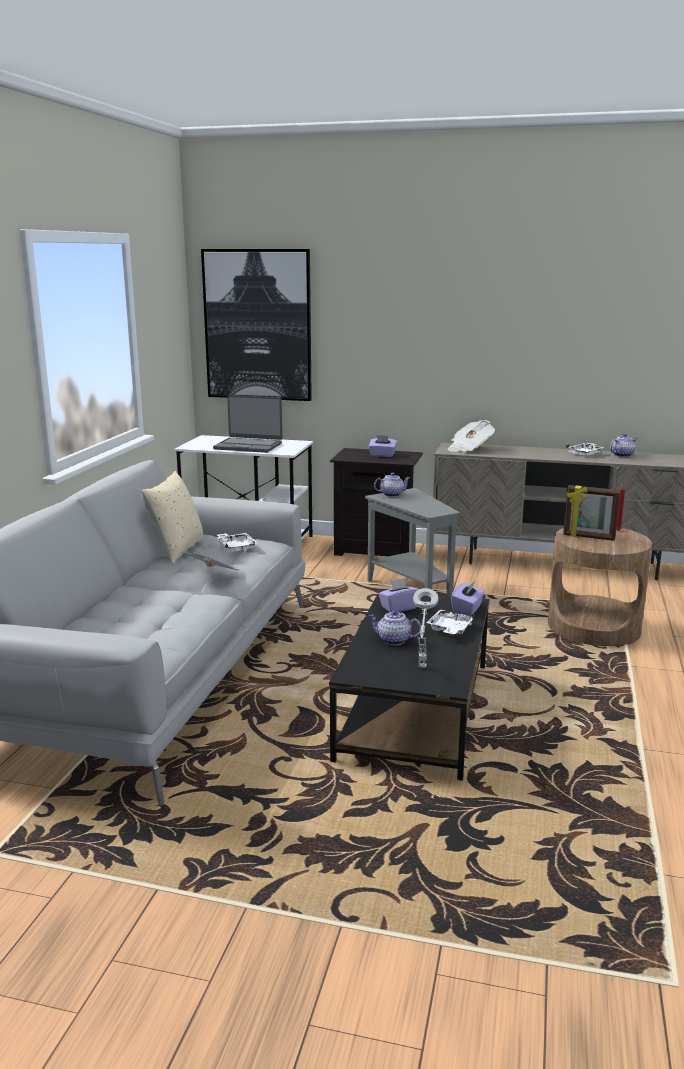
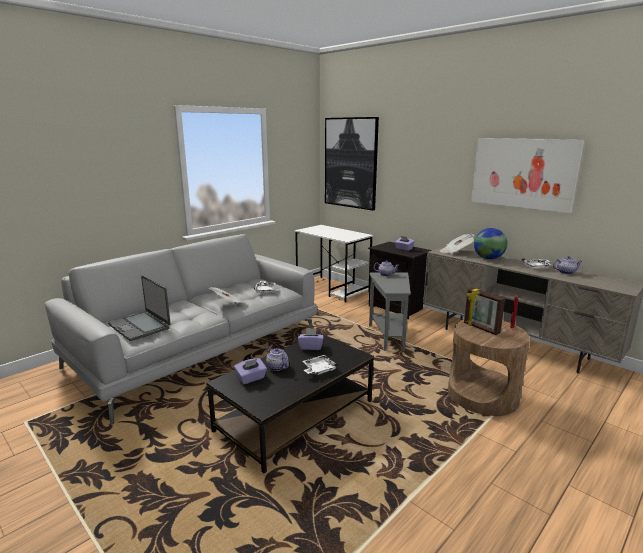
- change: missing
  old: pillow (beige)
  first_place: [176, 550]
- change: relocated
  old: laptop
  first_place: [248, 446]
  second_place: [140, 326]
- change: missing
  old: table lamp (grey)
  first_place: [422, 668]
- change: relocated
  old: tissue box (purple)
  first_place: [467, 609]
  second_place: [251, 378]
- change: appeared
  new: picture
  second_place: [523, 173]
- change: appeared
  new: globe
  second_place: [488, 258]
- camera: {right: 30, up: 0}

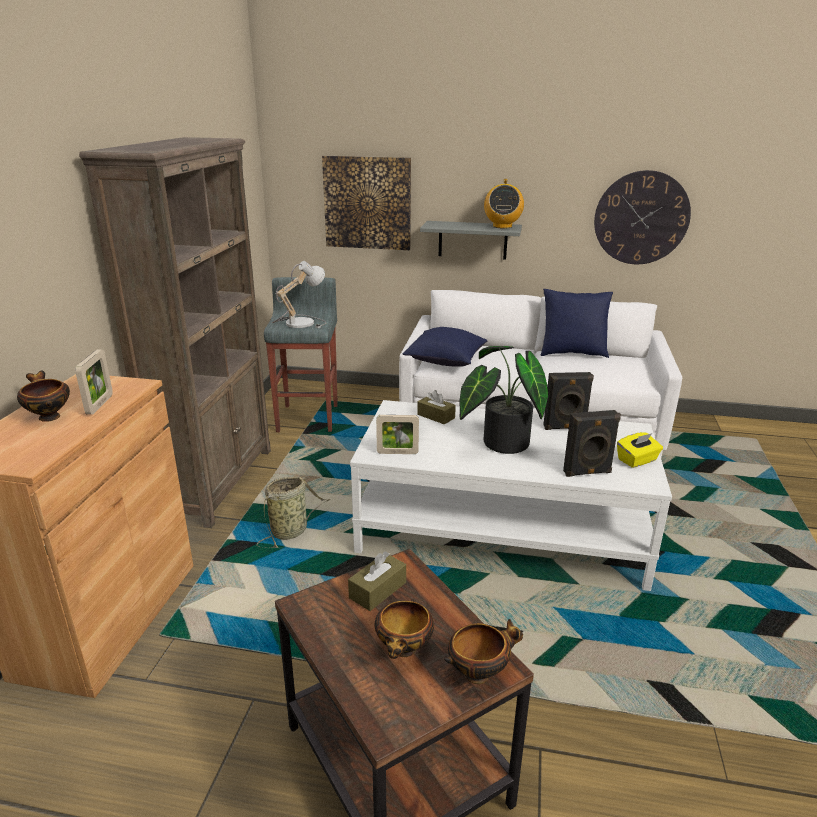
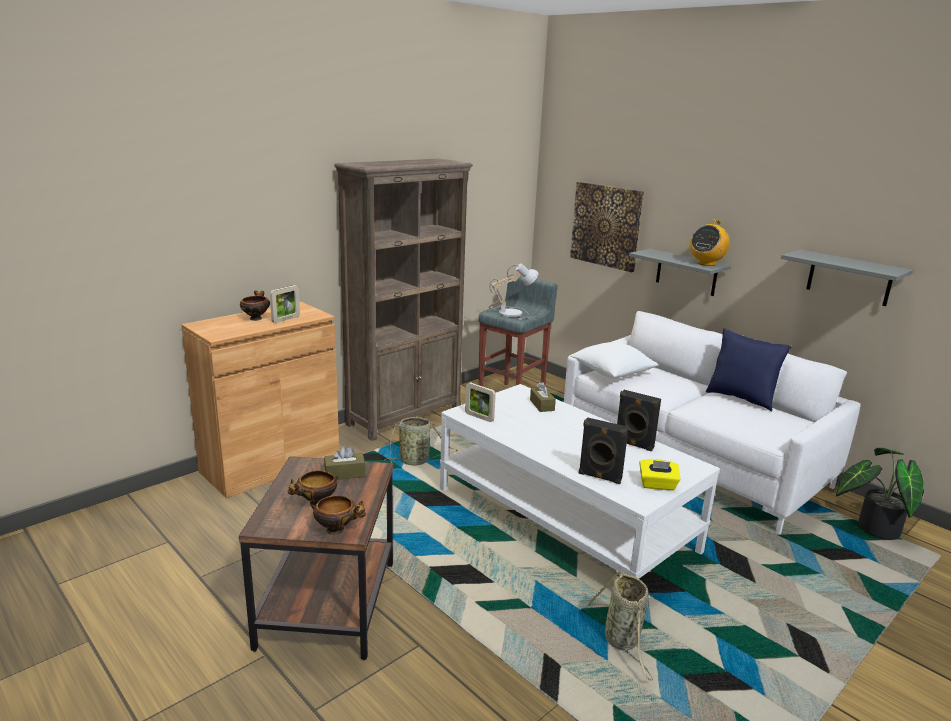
- change: colour
  old: pillow (blue)
  new: pillow (white)
  first_place: [445, 361]
  second_place: [612, 372]
- change: relocated
  old: potted plant
  first_place: [500, 443]
  second_place: [873, 527]
- change: exchanged
  old: wall clock
  new: shelf (grey)
  first_place: [641, 218]
  second_place: [849, 278]
- change: appeared
  new: basket
  second_place: [622, 641]
- camera: {right: 35, up: -5}

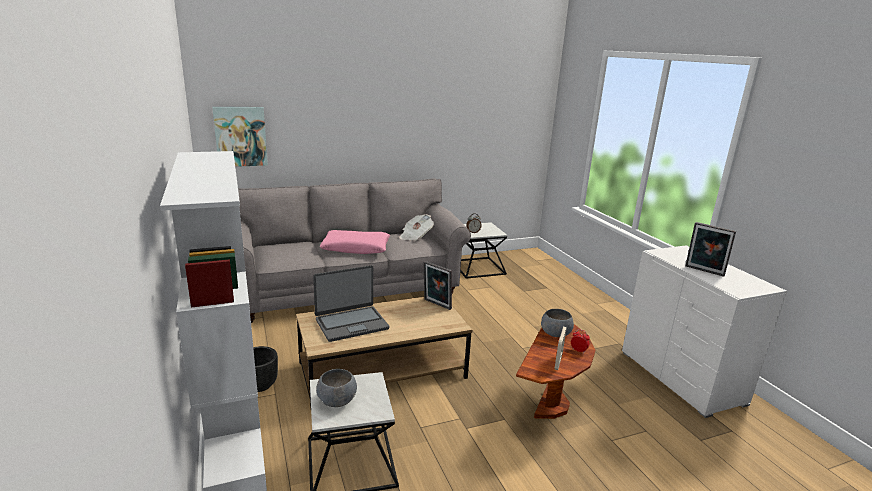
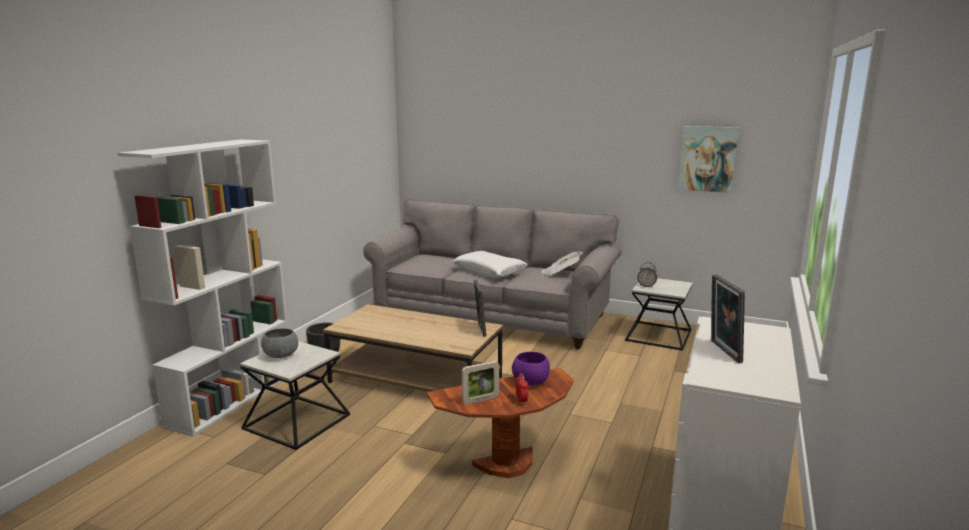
- change: relocated
  old: picture
  first_place: [240, 136]
  second_place: [708, 159]
- change: missing
  old: laptop
  first_place: [351, 324]
- change: colour
  old: pillow (pink)
  new: pillow (white)
  first_place: [356, 248]
  second_place: [489, 271]
- change: colour
  old: bowl (grey)
  new: bowl (purple)
  first_place: [555, 333]
  second_place: [530, 381]
- camera: {right: 45, up: -5}

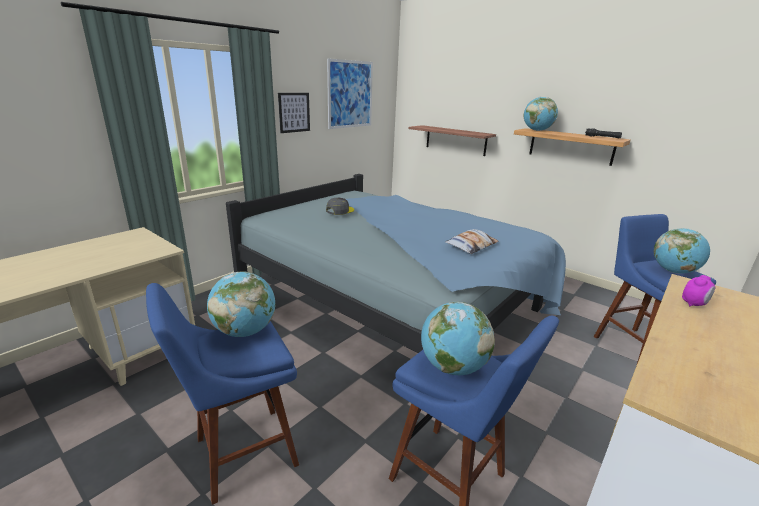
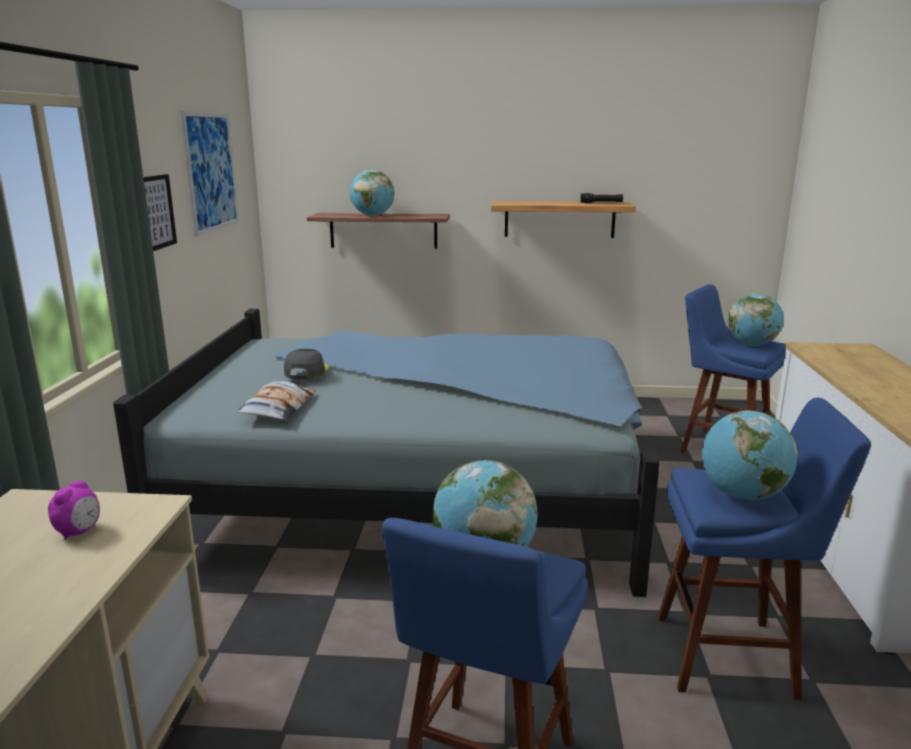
- change: relocated
  old: pillow
  first_place: [471, 245]
  second_place: [278, 408]
- change: relocated
  old: globe
  first_place: [537, 130]
  second_place: [373, 215]
- change: relocated
  old: alarm clock
  first_place: [693, 304]
  second_place: [79, 532]
- camera: {right: -35, up: -5}

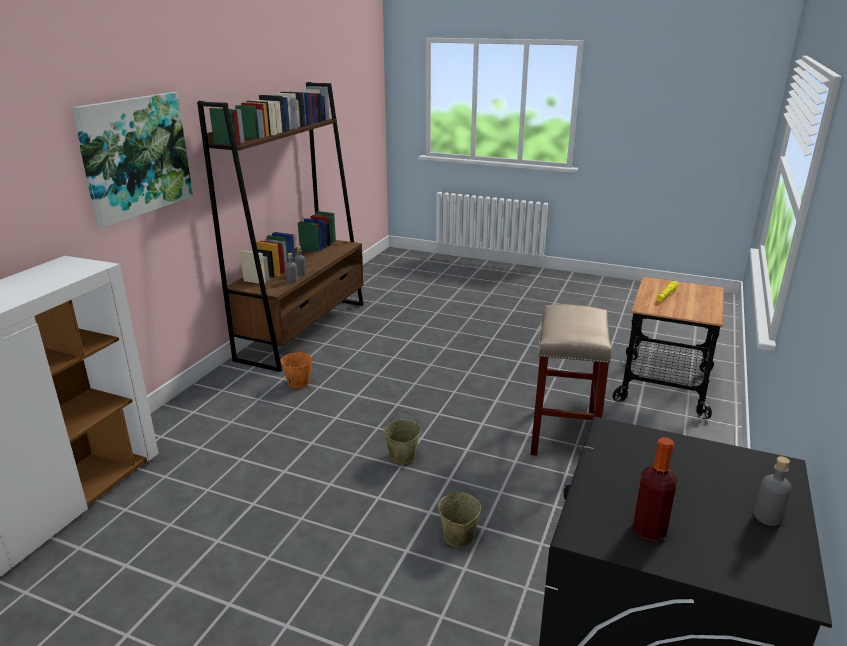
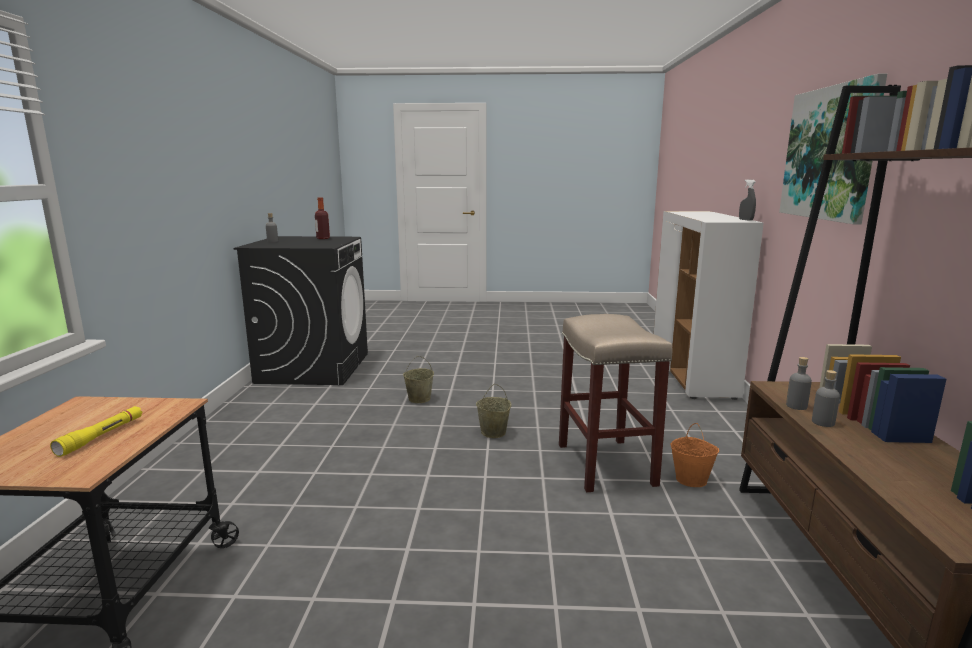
- change: relocated
  old: stool (beige)
  first_place: [563, 434]
  second_place: [606, 465]
- change: appeared
  new: spray bottle (grey)
  second_place: [745, 220]
- camera: {right: 160, up: -10}

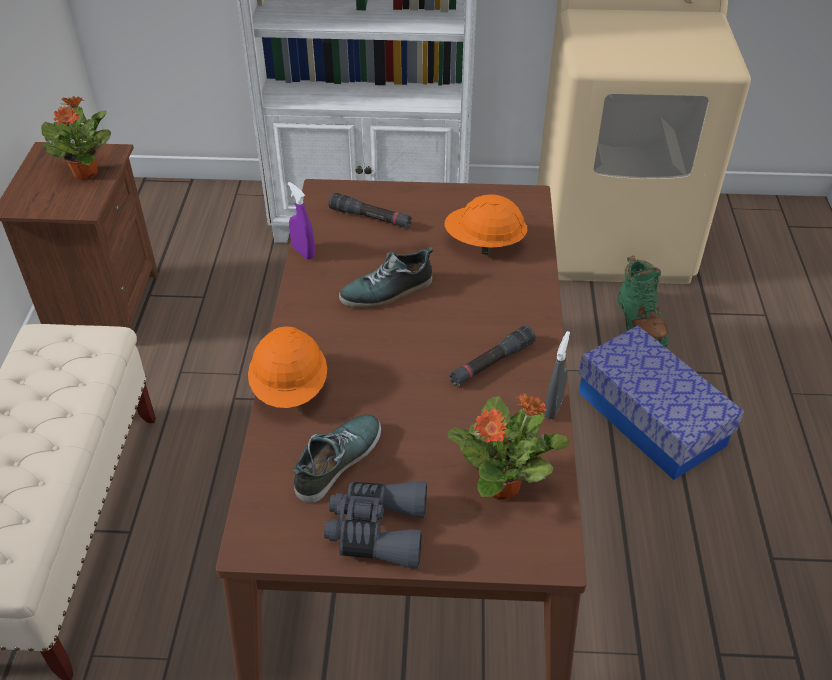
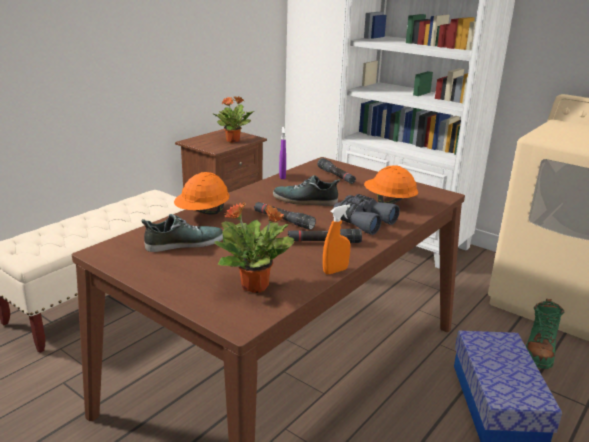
- change: relocated
  old: binoculars (grey)
  first_place: [377, 530]
  second_place: [362, 221]
- change: colour
  old: spray bottle (grey)
  new: spray bottle (orange)
  first_place: [553, 407]
  second_place: [335, 271]
- change: appeared
  new: flashlight (black)
  second_place: [283, 220]
- camera: {right: 35, up: -20}

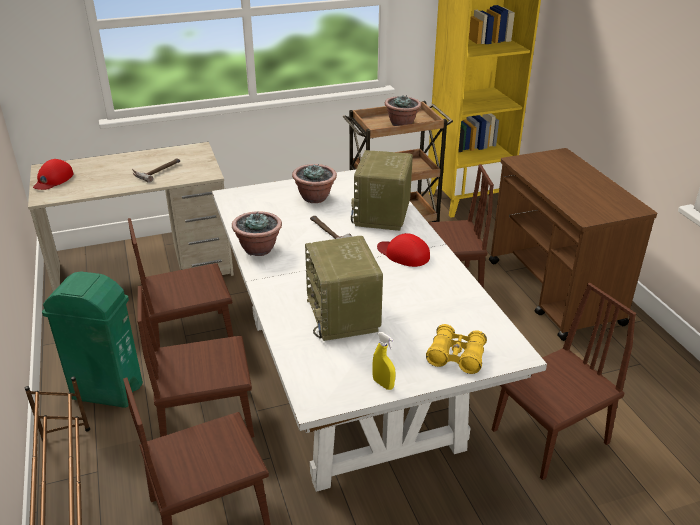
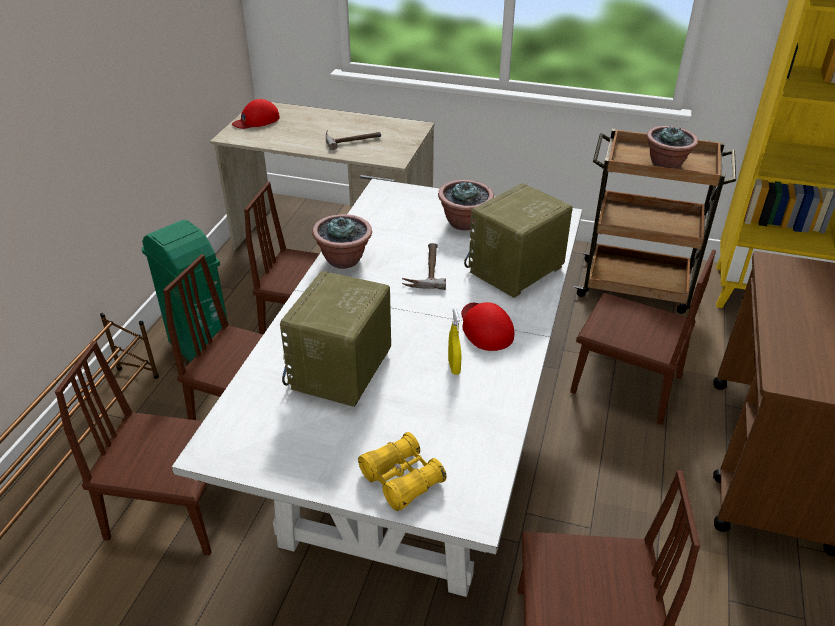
- change: relocated
  old: spray bottle (yellow)
  first_place: [383, 384]
  second_place: [454, 367]
- camera: {right: 35, up: 5}

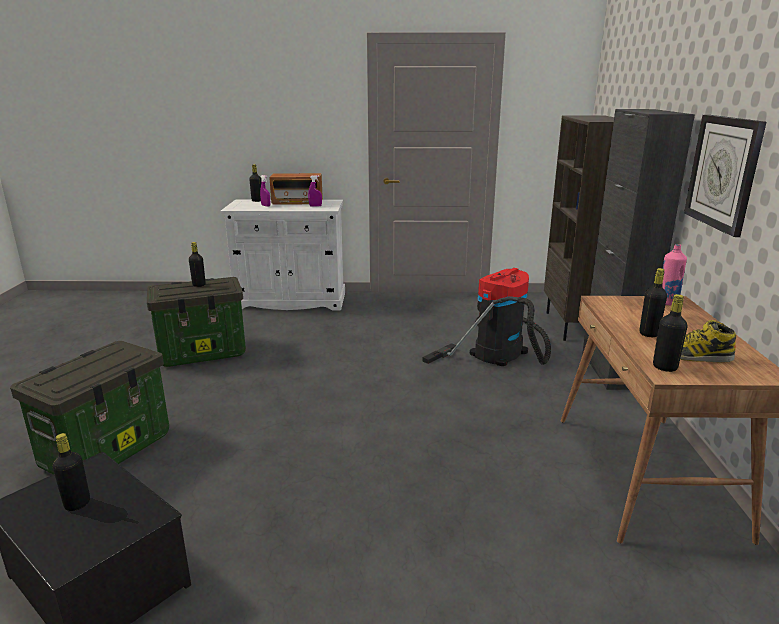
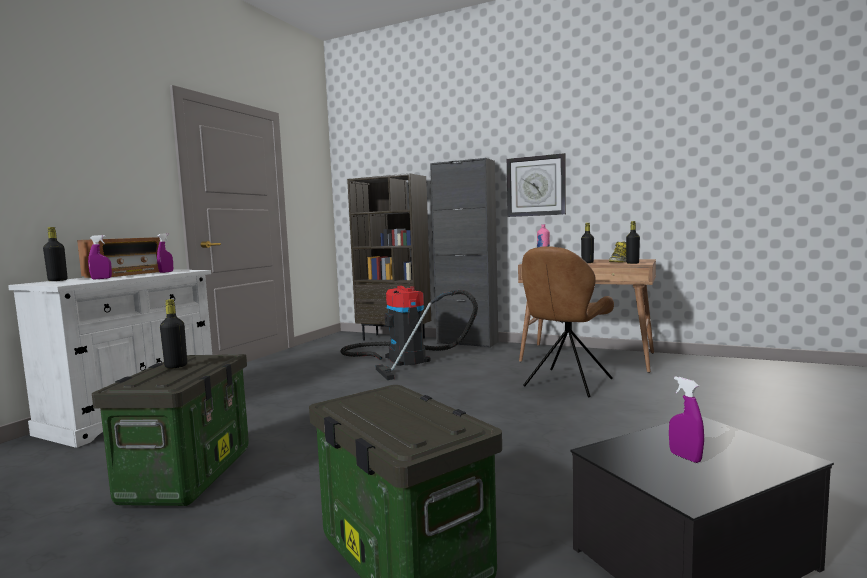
- change: exchanged
  old: bottle (black)
  new: spray bottle (purple)
  first_place: [77, 504]
  second_place: [685, 457]
- change: appeared
  new: chair (brown)
  second_place: [566, 383]
- camera: {right: -65, up: -15}

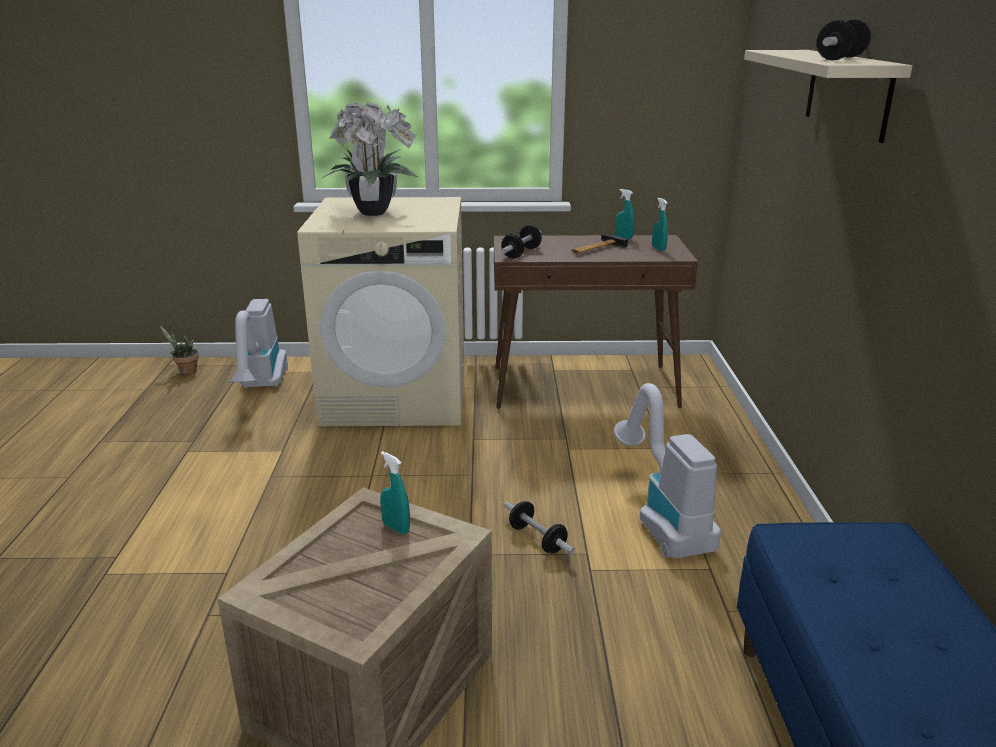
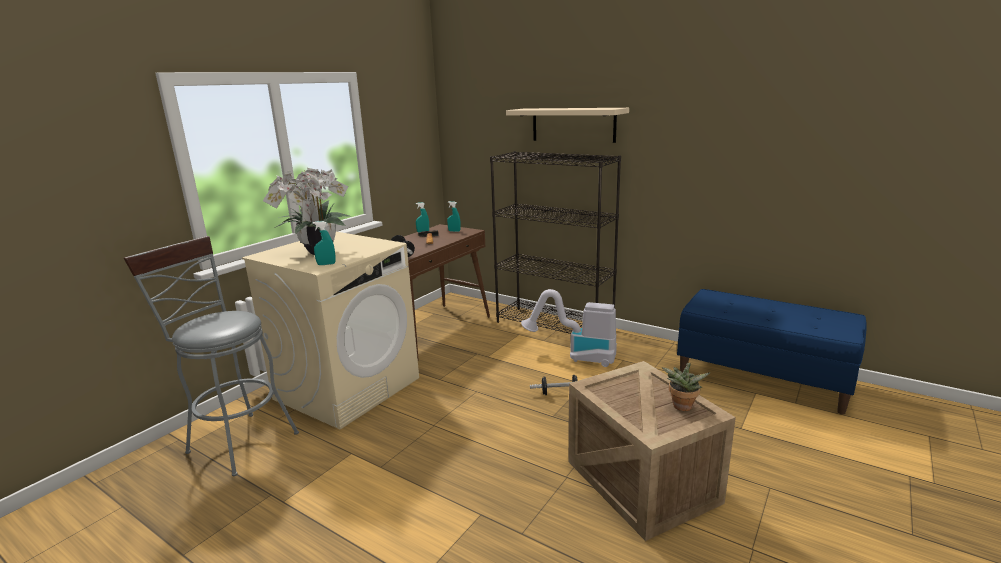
- change: relocated
  old: potted plant
  first_place: [186, 371]
  second_place: [682, 408]
- change: exchanged
  old: vacuum cleaner
  new: stool (grey)
  first_place: [261, 388]
  second_place: [237, 440]
- change: relocated
  old: spray bottle (turquoise)
  first_place: [396, 528]
  second_place: [326, 264]
- change: missing
  old: dumbbell
  first_place: [840, 58]
- change: appeared
  new: bookcase (black)
  second_place: [555, 325]
- camera: {right: -55, up: -5}

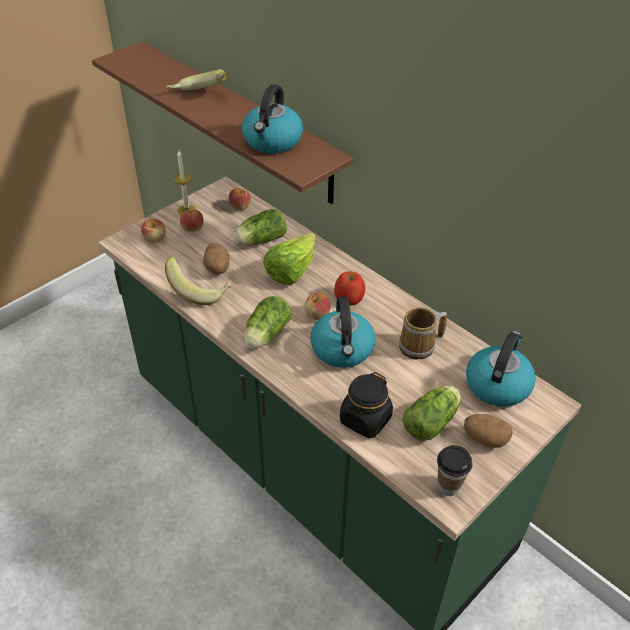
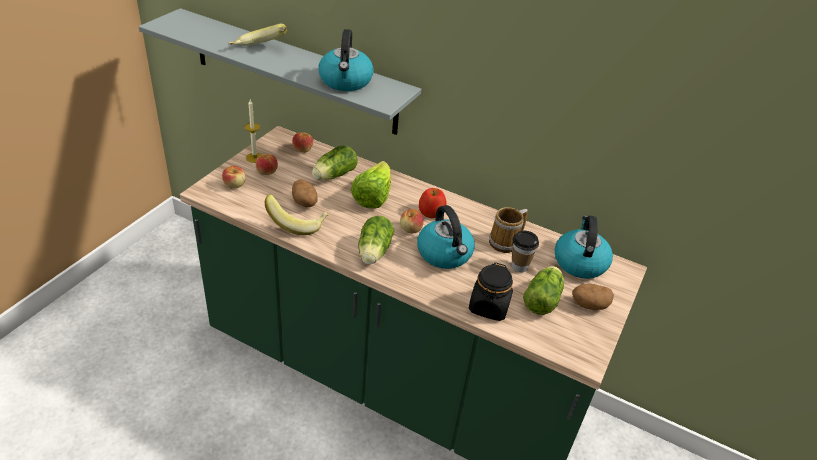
- change: colour
  old: shelf (brown)
  new: shelf (grey)
  first_place: [238, 121]
  second_place: [293, 71]
- change: relocated
  old: cup
  first_place: [448, 486]
  second_place: [519, 267]
- camera: {right: -20, up: -5}

